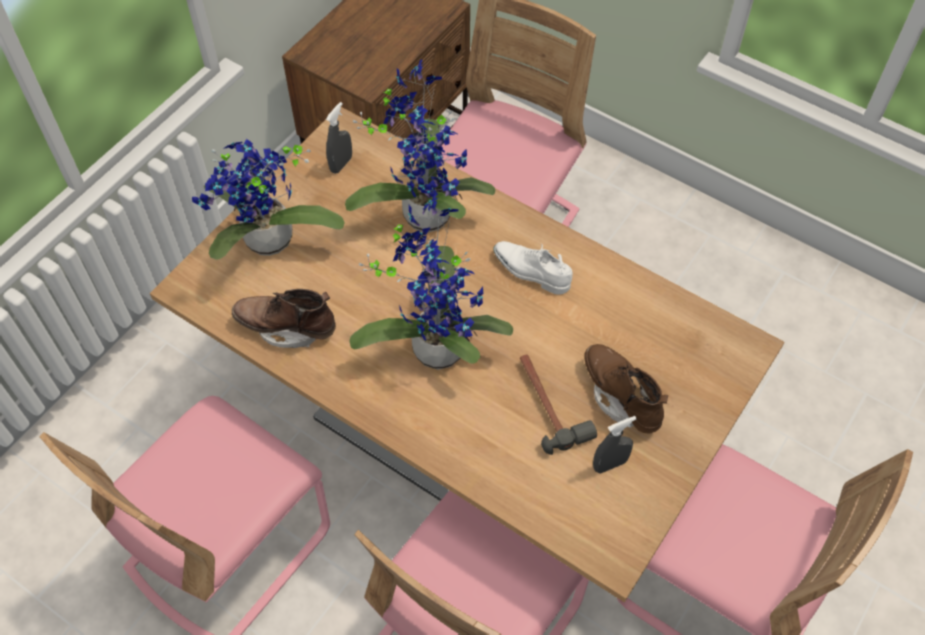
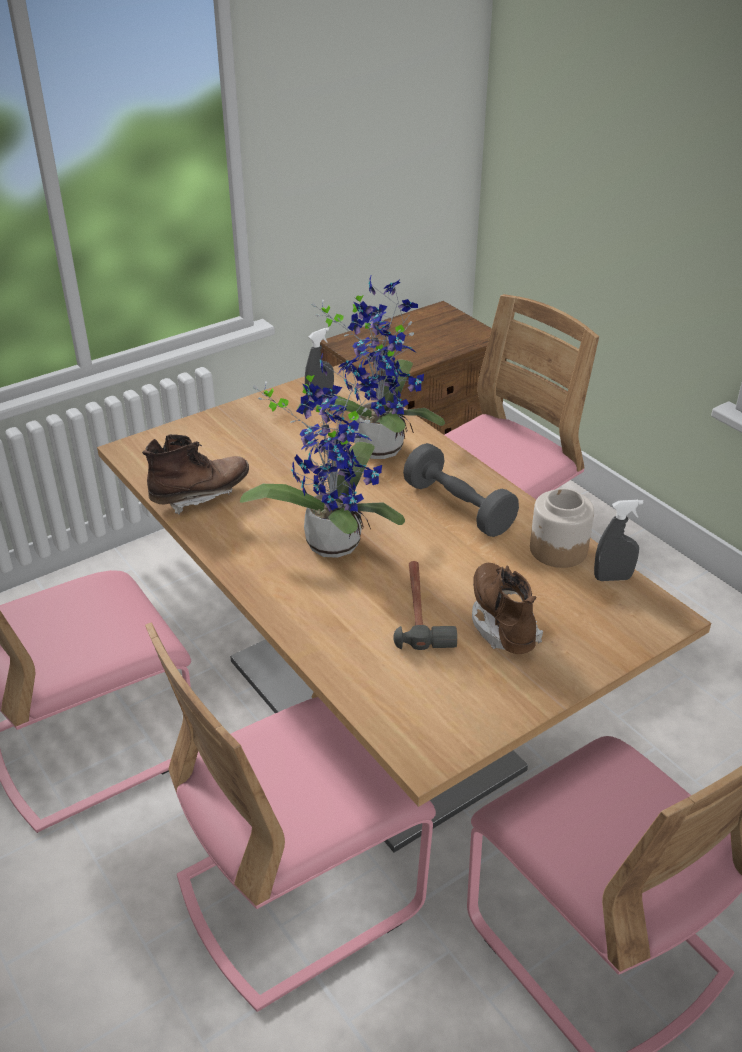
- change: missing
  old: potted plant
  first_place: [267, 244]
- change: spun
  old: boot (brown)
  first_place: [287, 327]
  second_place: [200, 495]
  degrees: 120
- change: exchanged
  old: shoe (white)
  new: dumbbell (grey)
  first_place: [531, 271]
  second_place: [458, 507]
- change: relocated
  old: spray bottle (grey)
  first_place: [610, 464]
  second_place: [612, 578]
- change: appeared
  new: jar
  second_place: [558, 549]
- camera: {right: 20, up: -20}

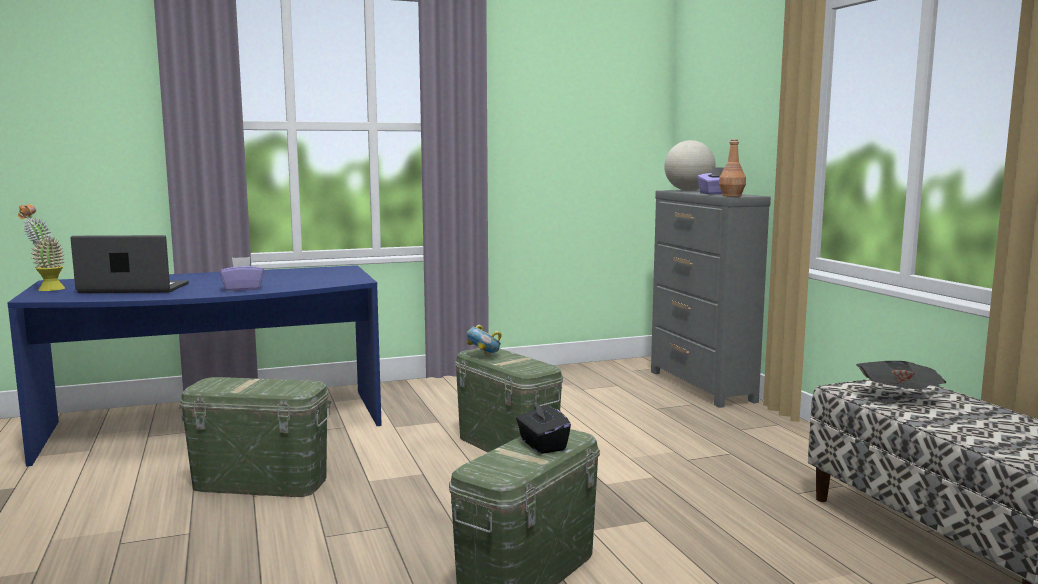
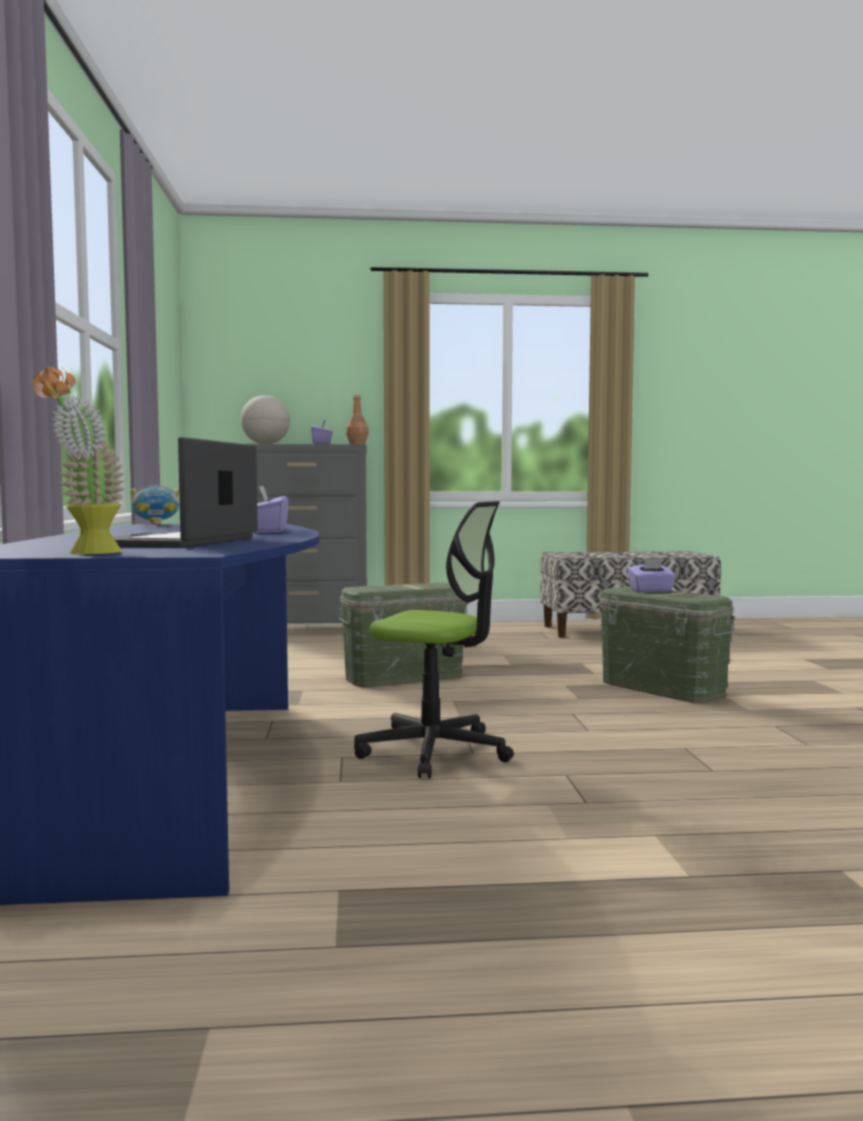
- change: exchanged
  old: storage box (green)
  new: office chair
  first_place: [260, 483]
  second_place: [435, 751]
- change: relocated
  old: bowl
  first_place: [484, 356]
  second_place: [156, 525]
- change: colour
  old: tissue box (black)
  new: tissue box (purple)
  first_place: [542, 445]
  second_place: [651, 591]
- change: missing
  old: newspaper
  first_place: [899, 397]
- camera: {right: -75, up: -5}

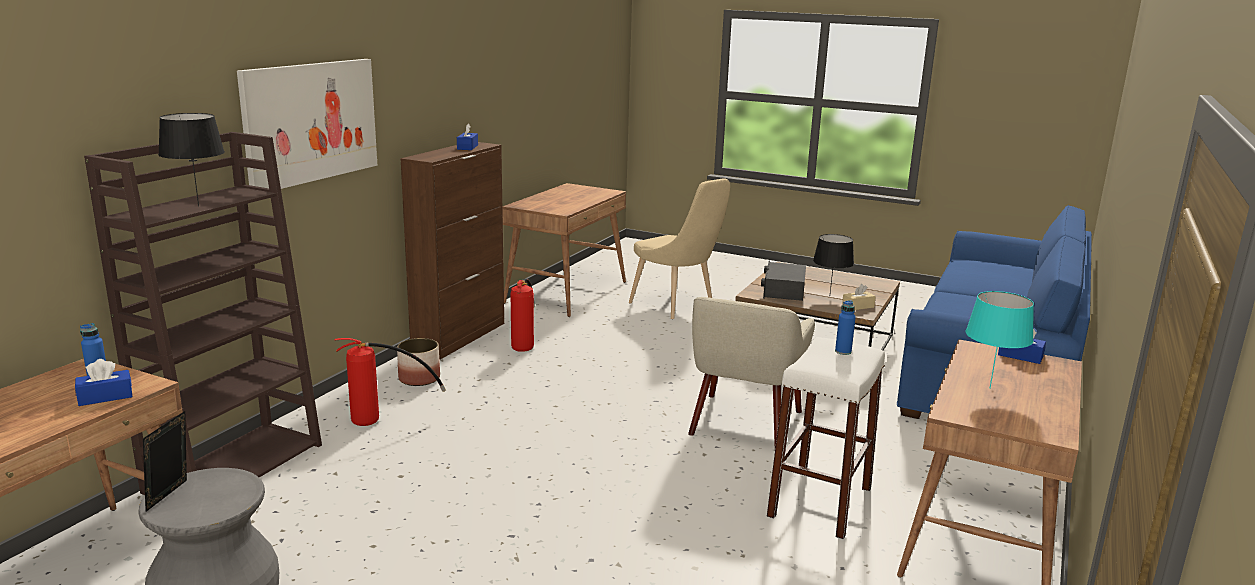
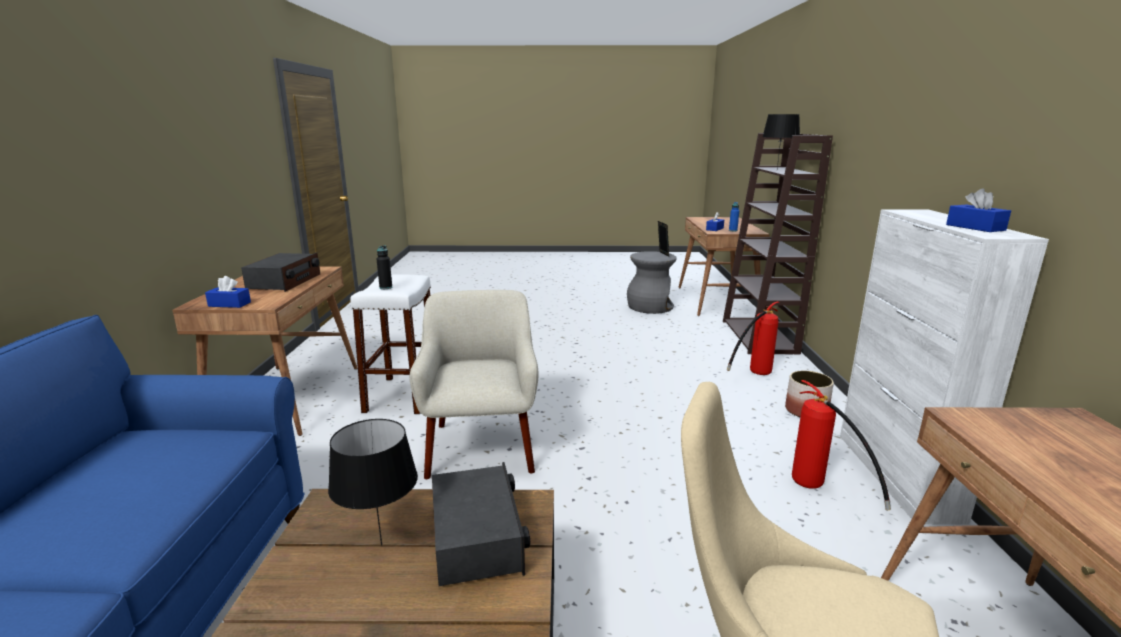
- change: missing
  old: picture
  first_place: [311, 122]
- change: colour
  old: cabinet (brown)
  new: cabinet (white)
  first_place: [460, 337]
  second_place: [896, 475]
- change: colour
  old: bottle (blue)
  new: bottle (black)
  first_place: [843, 352]
  second_place: [386, 287]
- change: missing
  old: tissue box (beige)
  first_place: [858, 306]
- change: exchanged
  old: table lamp (turquoise)
  new: radio
  first_place: [990, 389]
  second_place: [285, 282]
- camera: {right: 155, up: 0}

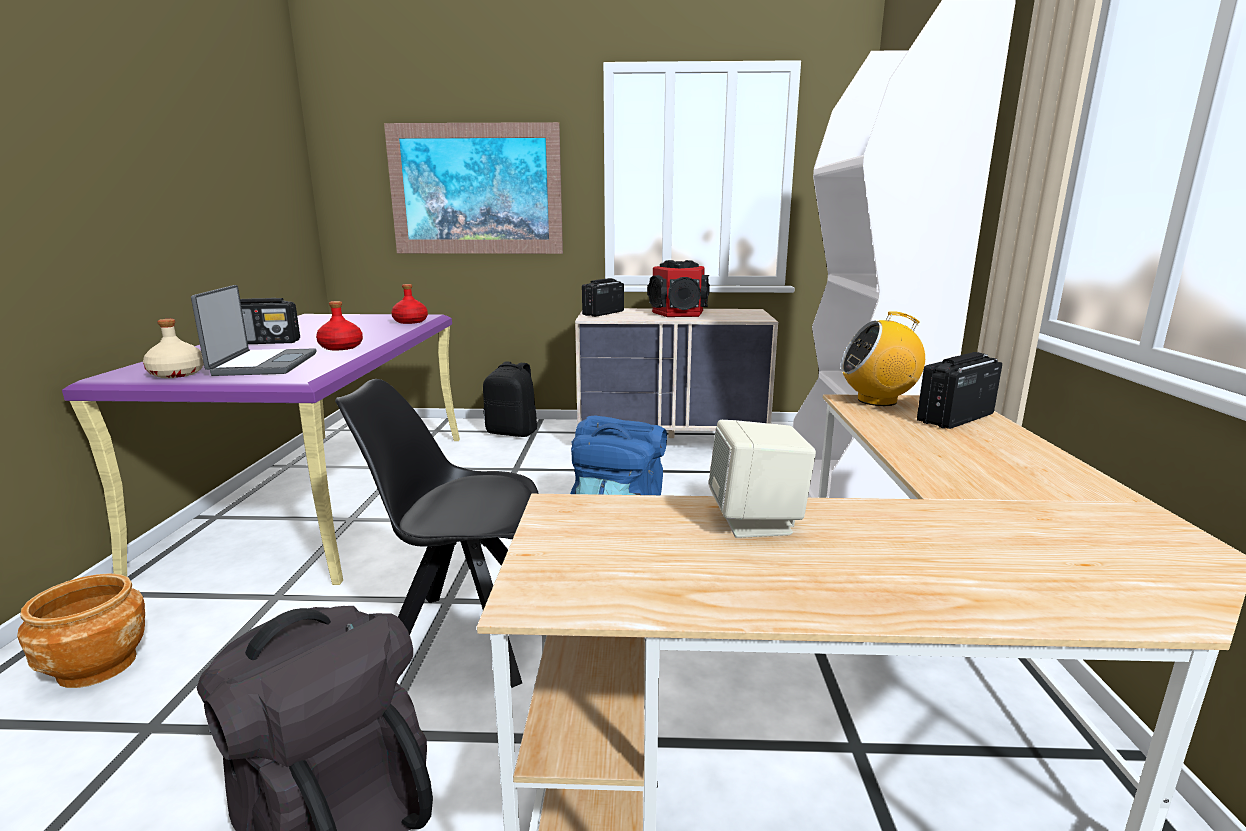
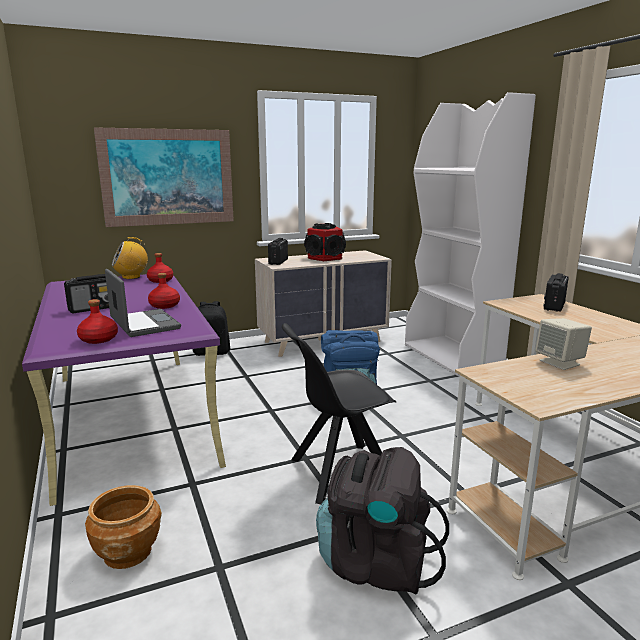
- change: colour
  old: bottle (beige)
  new: bottle (red)
  first_place: [176, 374]
  second_place: [98, 339]
- change: relocated
  old: radio
  first_place: [877, 400]
  second_place: [131, 277]
- camera: {right: -25, up: 0}

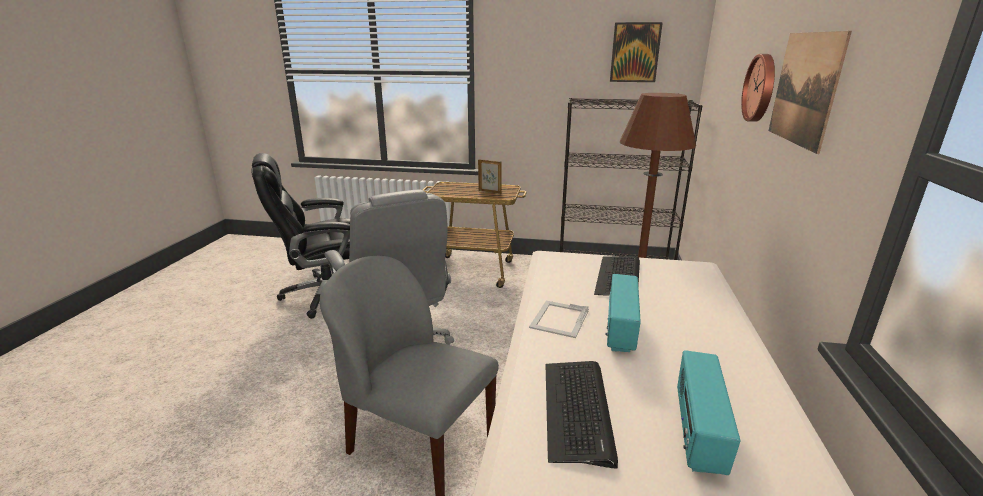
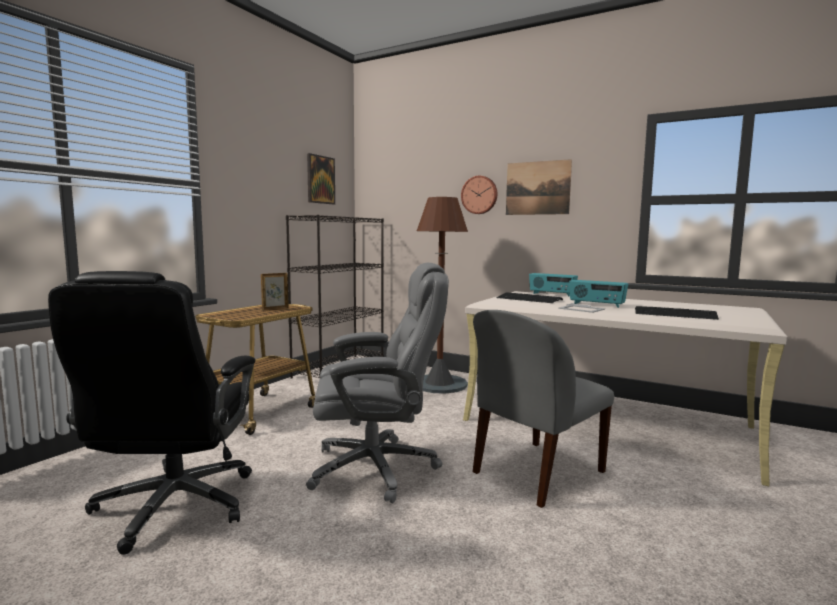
- change: relocated
  old: radio
  first_place: [697, 433]
  second_place: [552, 294]
- camera: {right: -70, up: -15}

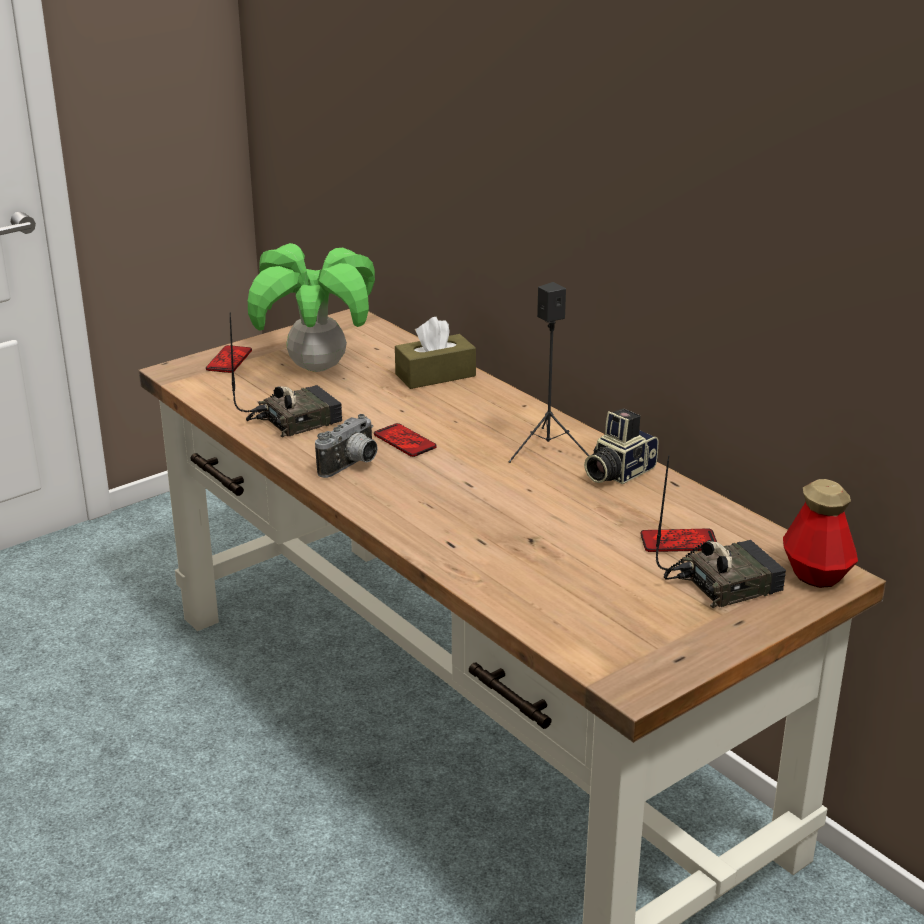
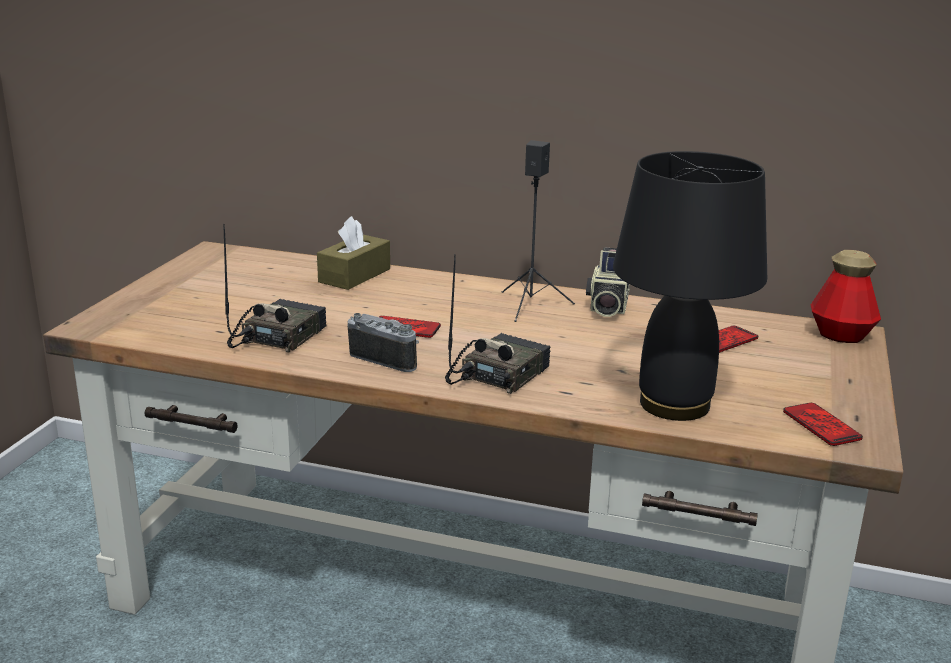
- change: relocated
  old: phone
  first_place: [229, 360]
  second_place: [821, 425]
- change: missing
  old: potted plant
  first_place: [318, 367]
- change: spun
  old: photo camera
  first_place: [352, 466]
  second_place: [388, 358]
  degrees: -60
- change: relocated
  old: radio
  first_place: [723, 582]
  second_place: [497, 374]
- change: appeared
  new: table lamp (black)
  second_place: [673, 404]
- camera: {right: -35, up: -5}

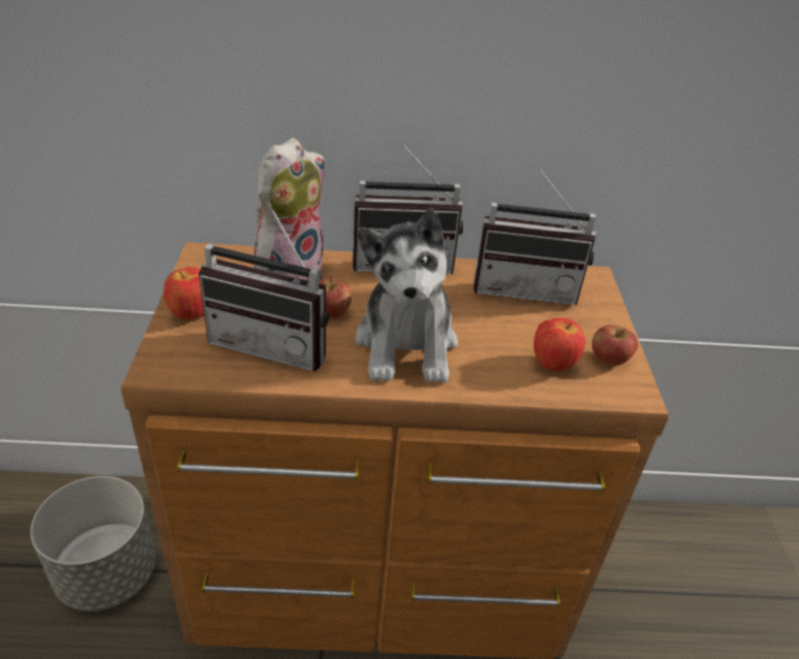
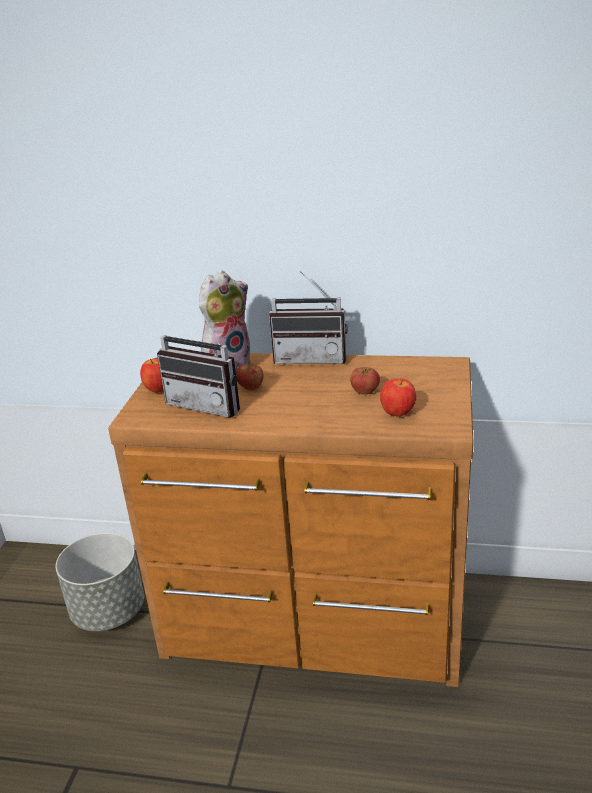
- change: missing
  old: plush toy
  first_place: [407, 344]
- change: missing
  old: radio
  first_place: [525, 288]
- change: relocated
  old: apple
  first_place: [608, 360]
  second_place: [365, 392]
- camera: {right: 15, up: -10}

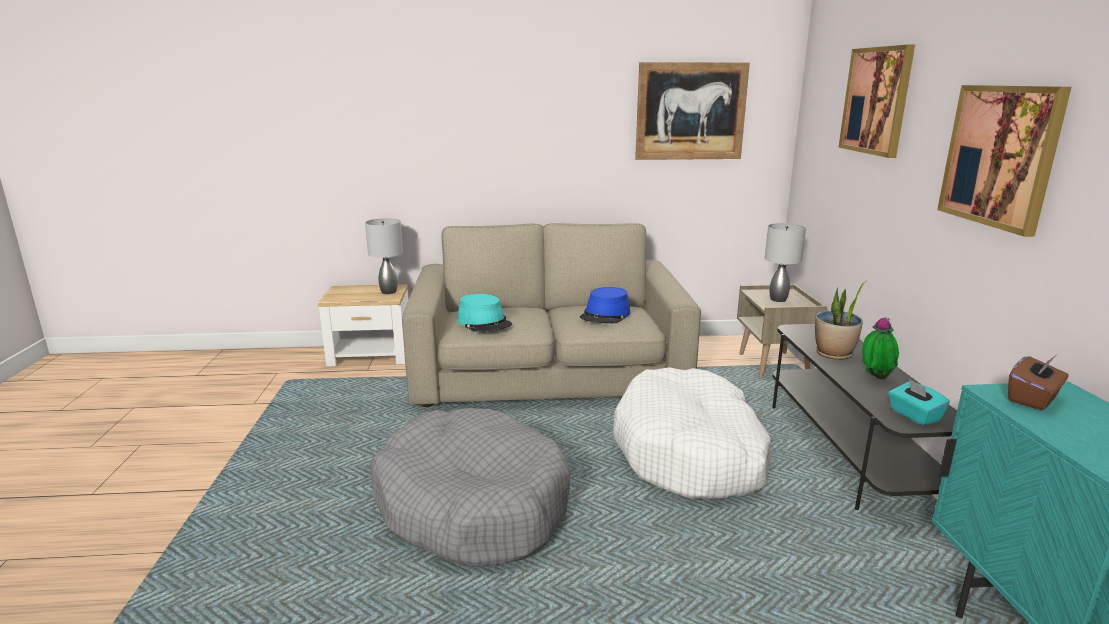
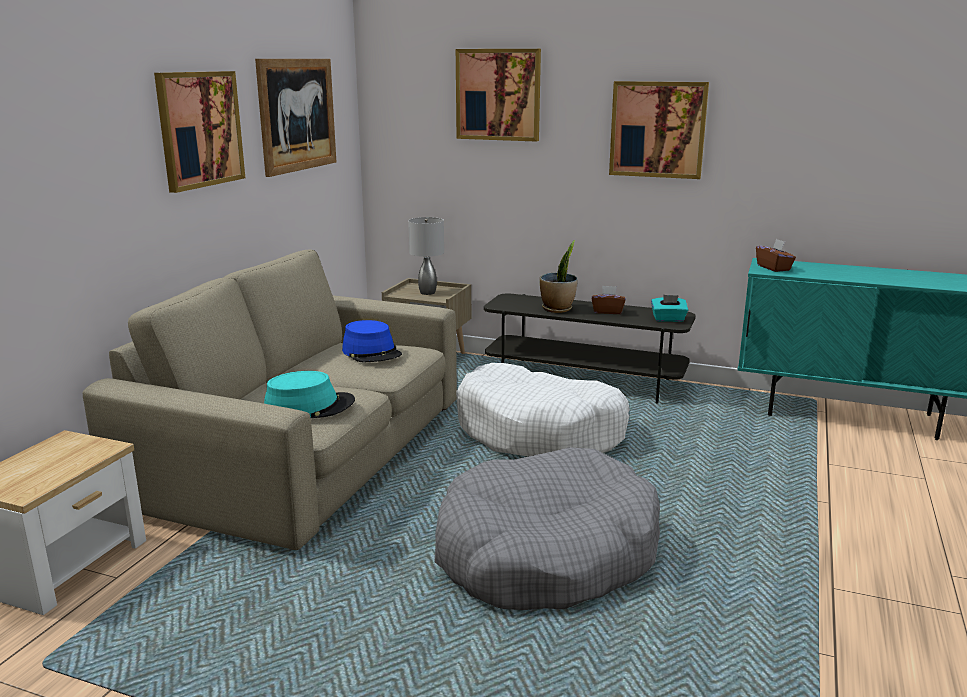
- change: missing
  old: table lamp (grey)
  first_place: [388, 292]
- change: exchanged
  old: potted plant
  new: tissue box (brown)
  first_place: [875, 378]
  second_place: [607, 311]
- change: appeared
  new: picture
  second_place: [200, 129]
- camera: {right: -65, up: 0}

